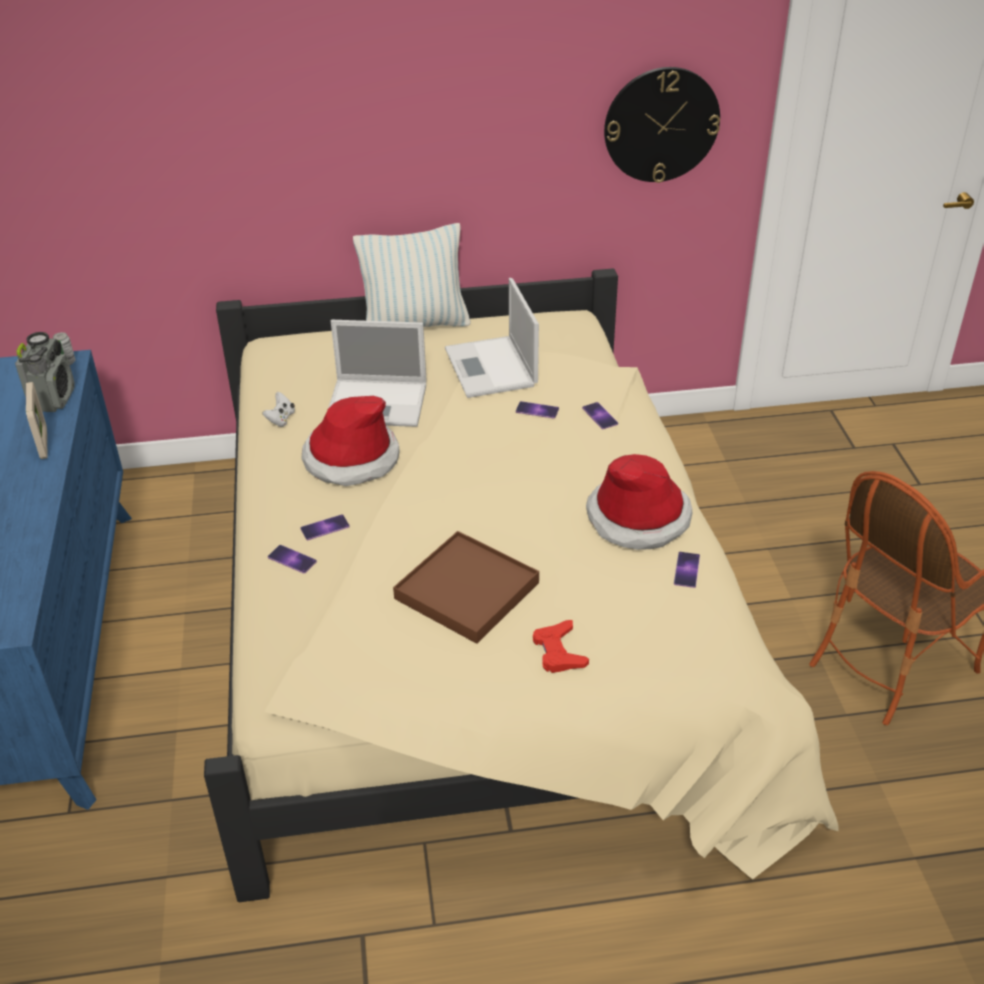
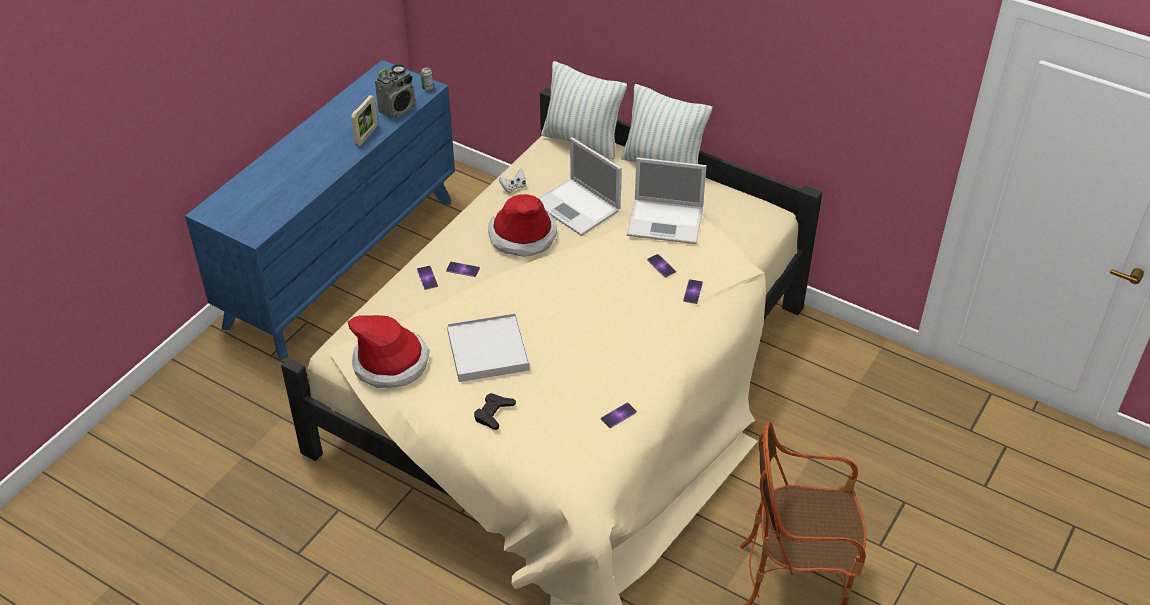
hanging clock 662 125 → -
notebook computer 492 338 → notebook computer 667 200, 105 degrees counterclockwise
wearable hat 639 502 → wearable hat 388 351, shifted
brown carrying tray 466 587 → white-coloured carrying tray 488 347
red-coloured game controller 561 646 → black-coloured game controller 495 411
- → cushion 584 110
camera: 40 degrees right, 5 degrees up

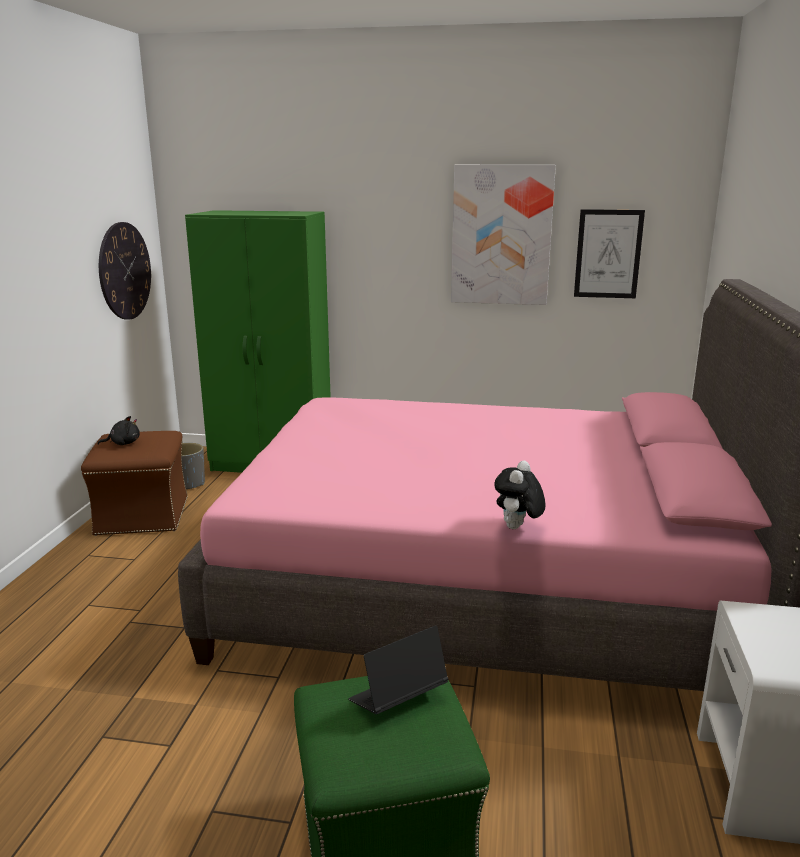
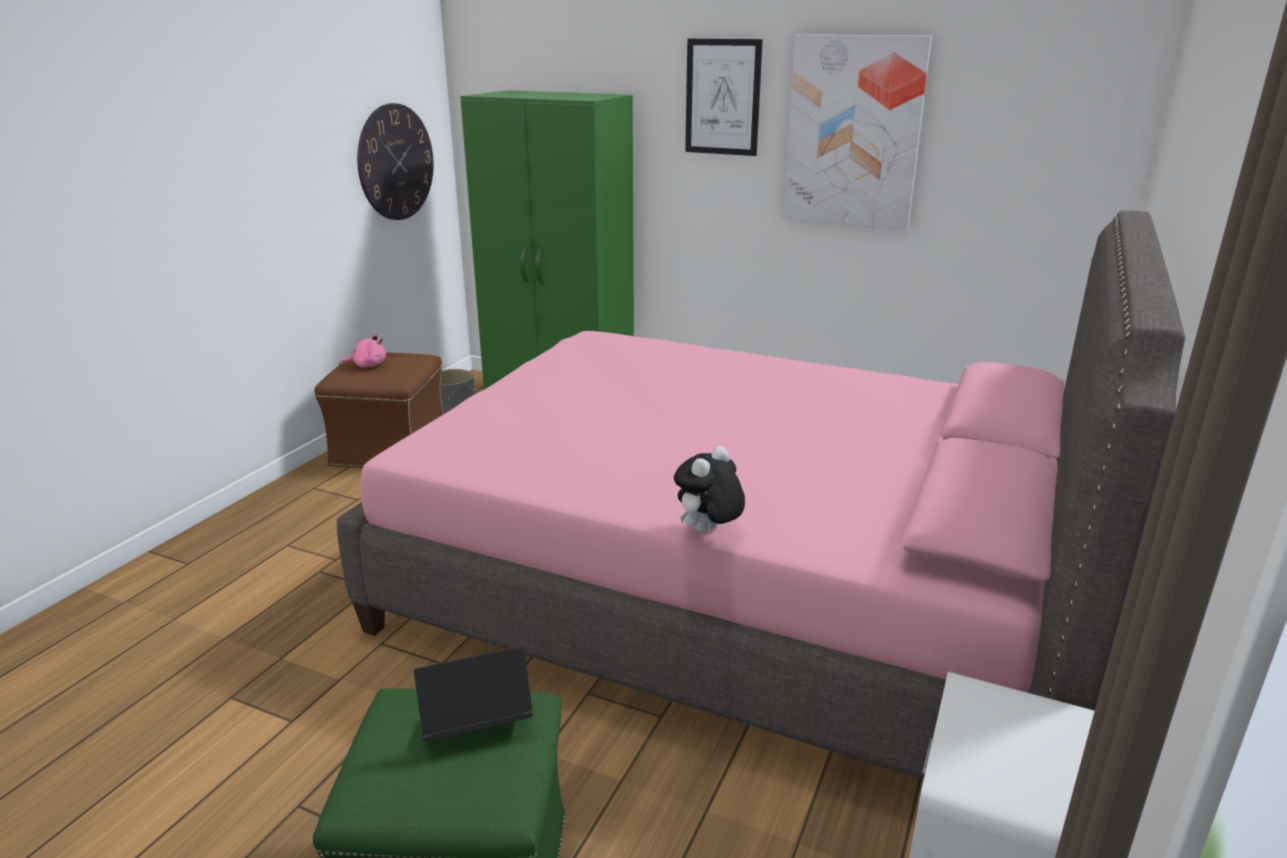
wall picture 609 253 → wall picture 724 97, shifted
black-coloured cuddly toy 119 430 → pink cuddly toy 362 350
camera: 15 degrees right, 5 degrees up

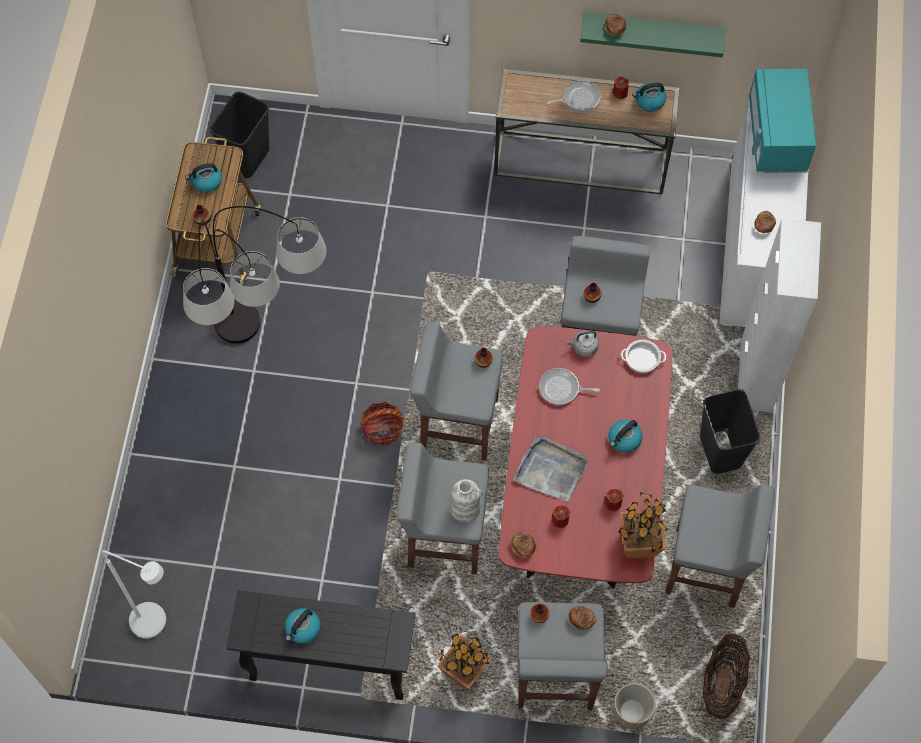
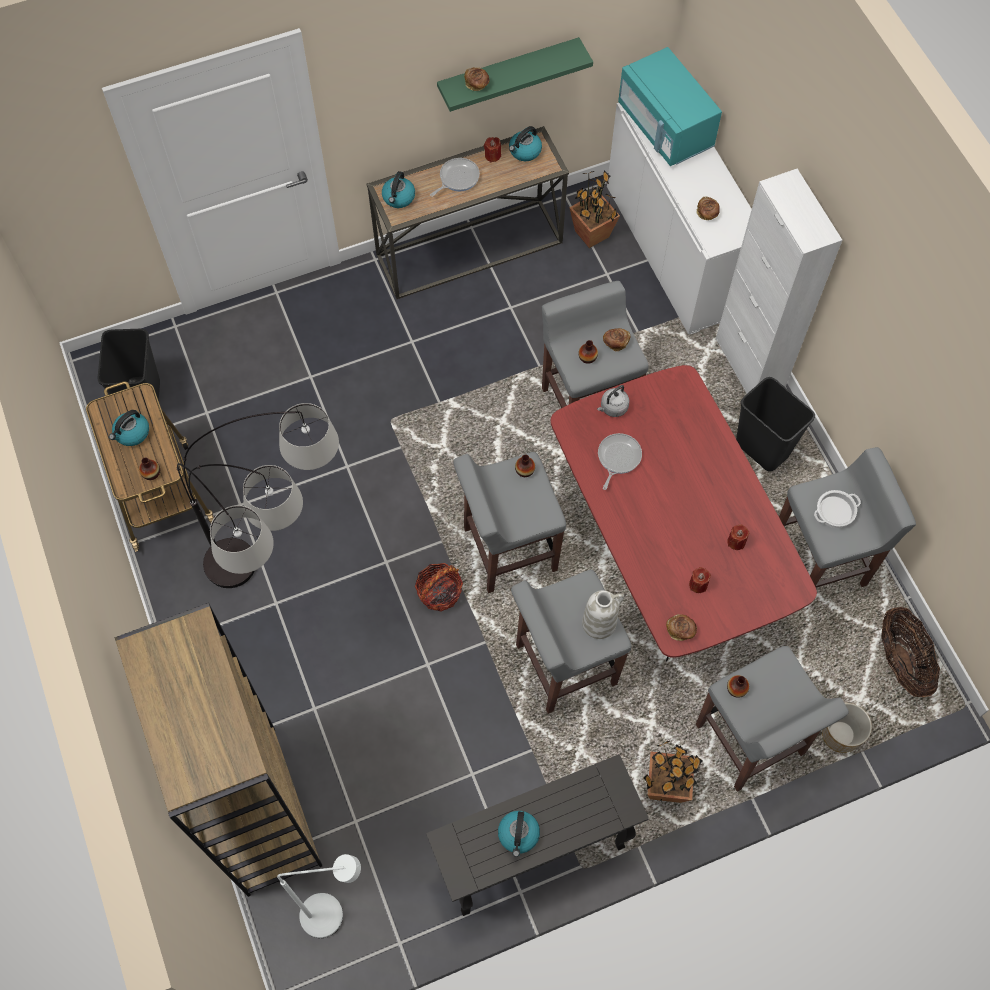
stockpot 643 356 → stockpot 837 509, shifted
skillet 569 386 → skillet 620 461, 135 degrees clockwise
tea kettle 625 436 → tea kettle 398 189, shifted
gray carrying tray 550 468 → -
plant in a pot 643 525 → plant in a pot 594 209, shifted
bakery bread 582 618 → bakery bread 616 339, shifted
- → brown bookshelf 218 750
camera: 30 degrees left, 0 degrees up

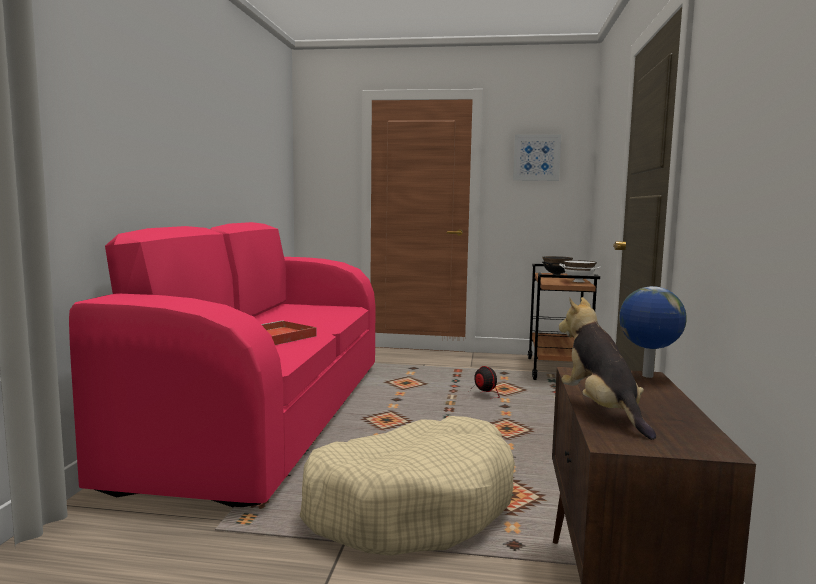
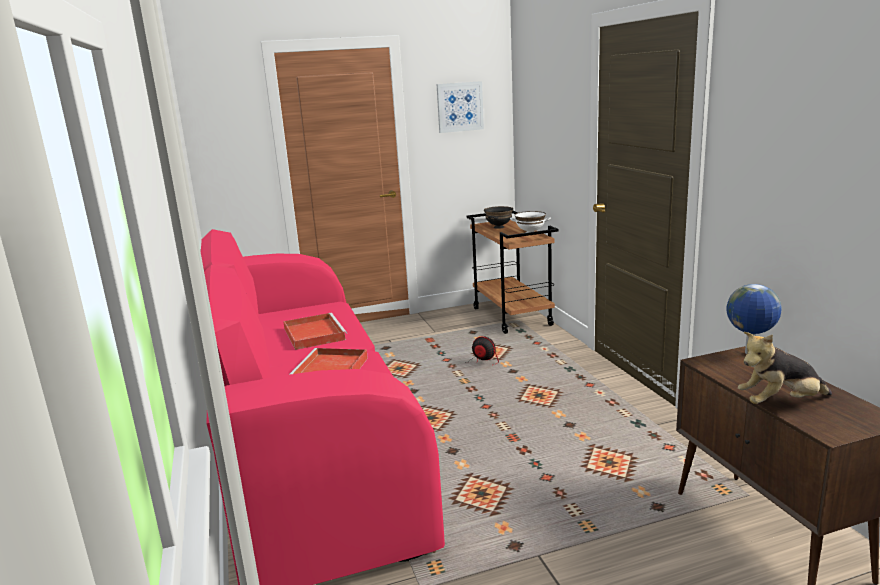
cuddly toy 607 368 → cuddly toy 785 368, 60 degrees counterclockwise
sand-coloured pet bed 407 486 → -
- → red-coloured carrying tray 315 331
camera: 25 degrees left, 10 degrees up

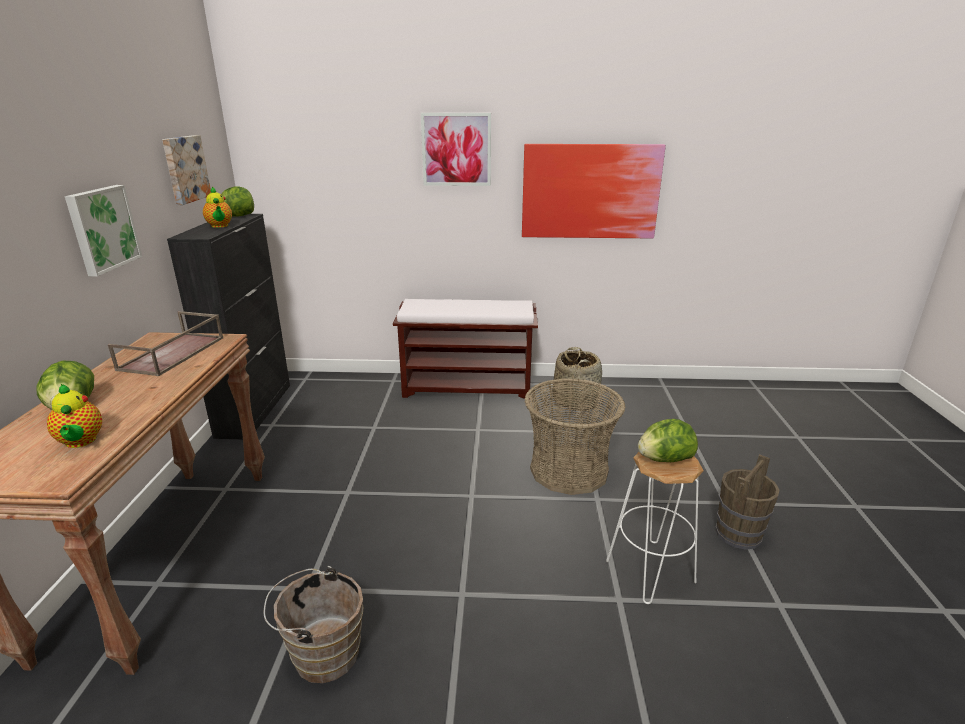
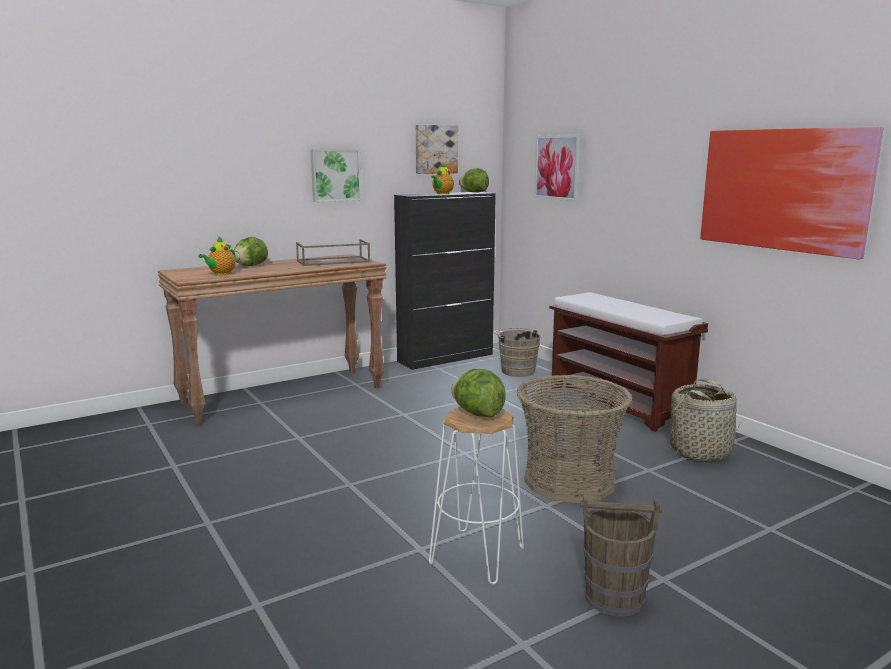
wall picture 456 149 → wall picture 557 168, shifted
brown bucket 313 624 → brown bucket 517 352, shifted
camera: 55 degrees right, 10 degrees down

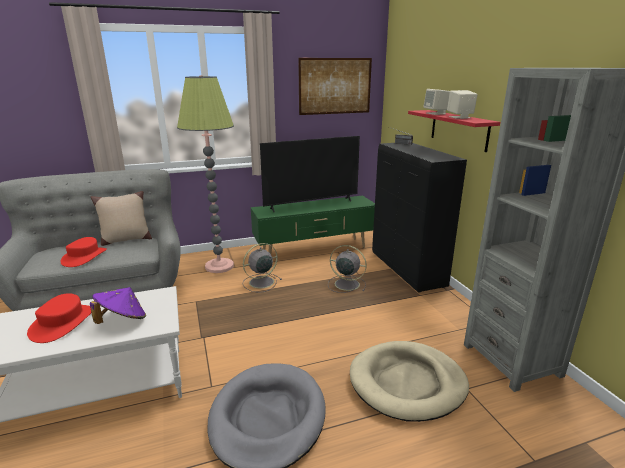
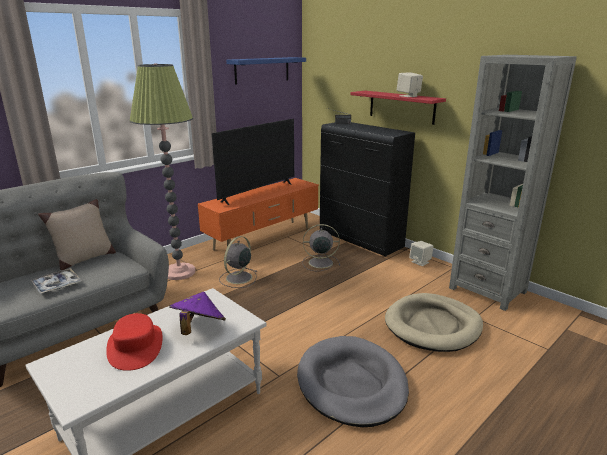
wall picture 335 86 → bluish wall shelf 266 71
sand-coloured speaker 437 102 → sand-coloured speaker 421 253, shifted
greenish media console 313 225 → orangey media console 258 214
red-coloured wearable hat 83 252 → carrying tray 56 281
camera: 25 degrees left, 0 degrees up

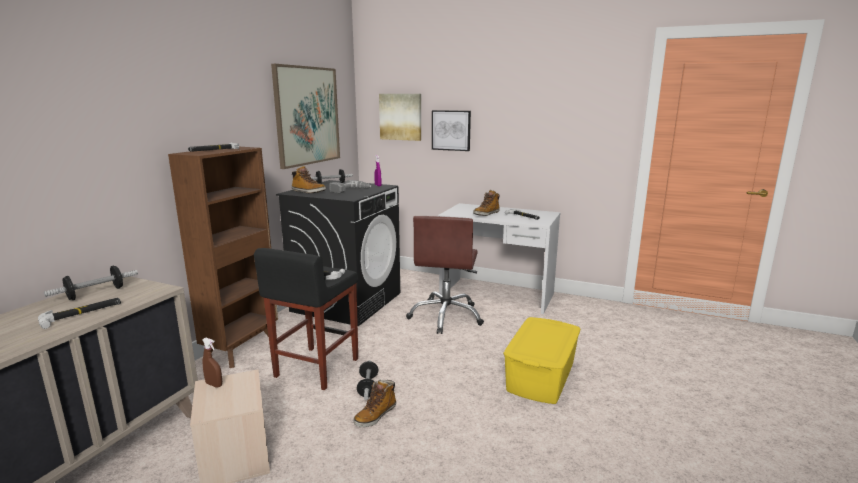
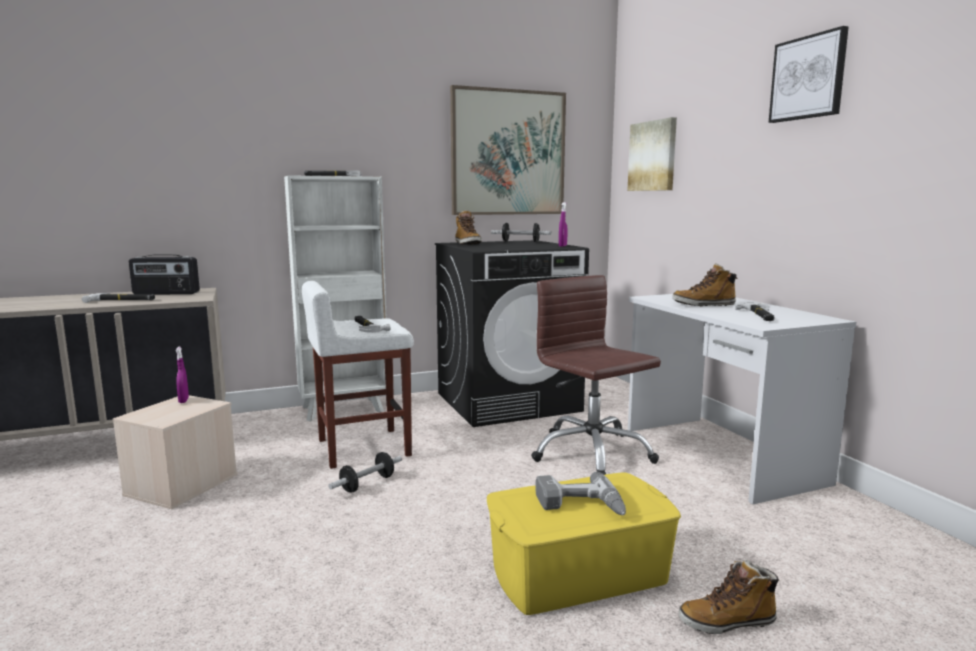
wall picture 451 130 → wall picture 809 74, shifted
brown bookshelf 223 257 → white-coloured bookshelf 335 298
power drill 350 186 → power drill 580 493, shifted
brown desk chair 445 275 → brown desk chair 596 375, 90 degrees clockwise
black-coloured stool 306 319 → white-coloured stool 358 375
free weight 91 283 → radio receiver 164 274
brown sprayer 212 362 → purplish sprayer 182 375
tall boot 374 403 → tall boot 729 597, shifted
camera: 45 degrees right, 5 degrees down

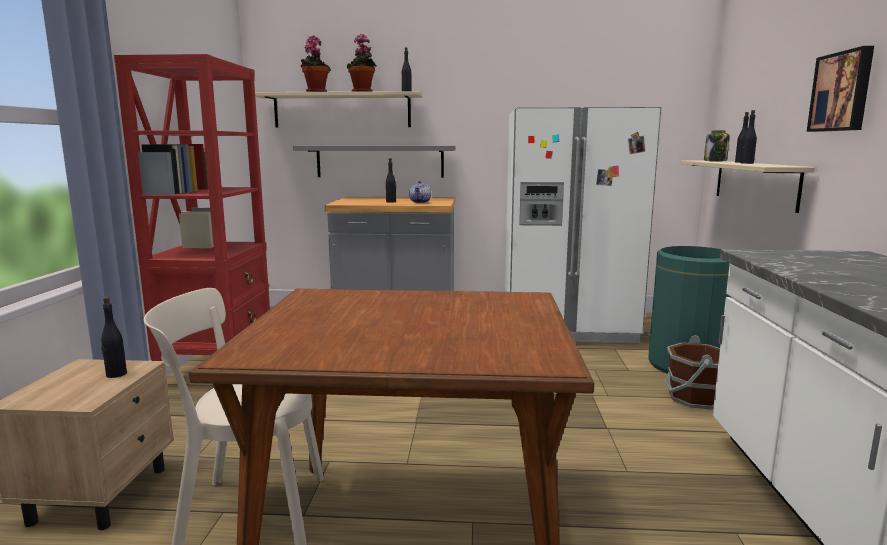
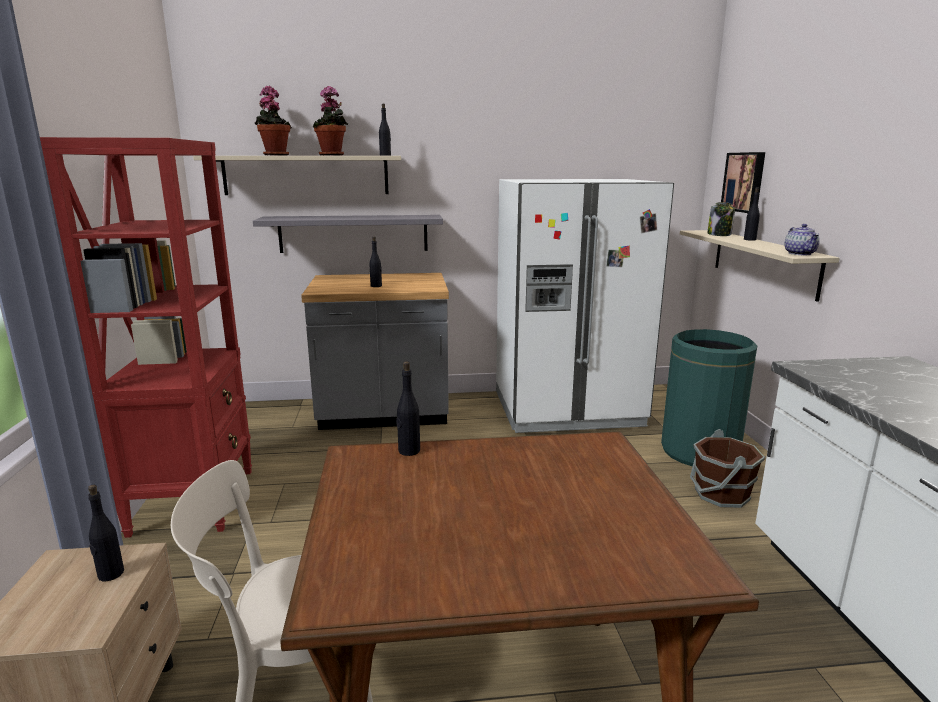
wall picture 840 89 → wall picture 743 182, shifted
black-coloured drink bottle 749 137 → black-coloured drink bottle 408 408, shifted
pot for tea 420 192 → pot for tea 802 239, shifted
camera: 10 degrees left, 5 degrees up

